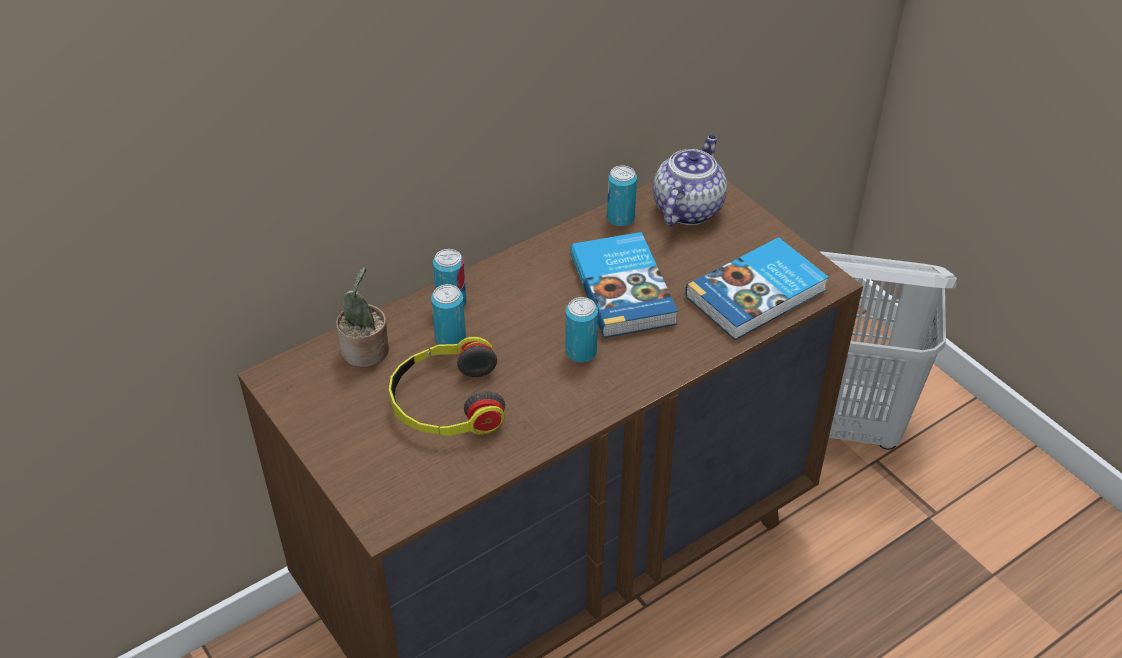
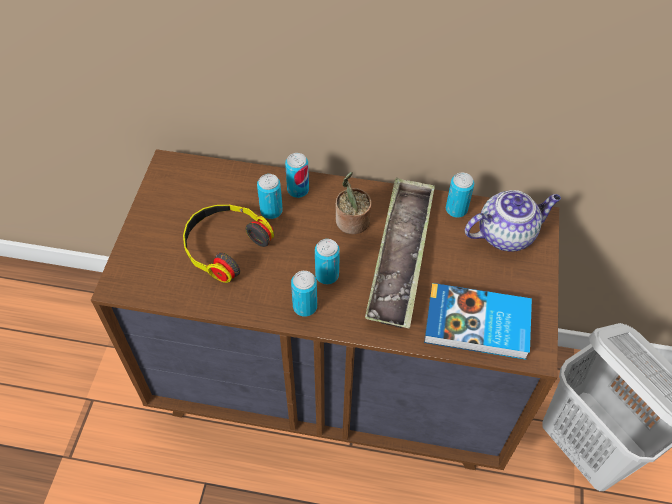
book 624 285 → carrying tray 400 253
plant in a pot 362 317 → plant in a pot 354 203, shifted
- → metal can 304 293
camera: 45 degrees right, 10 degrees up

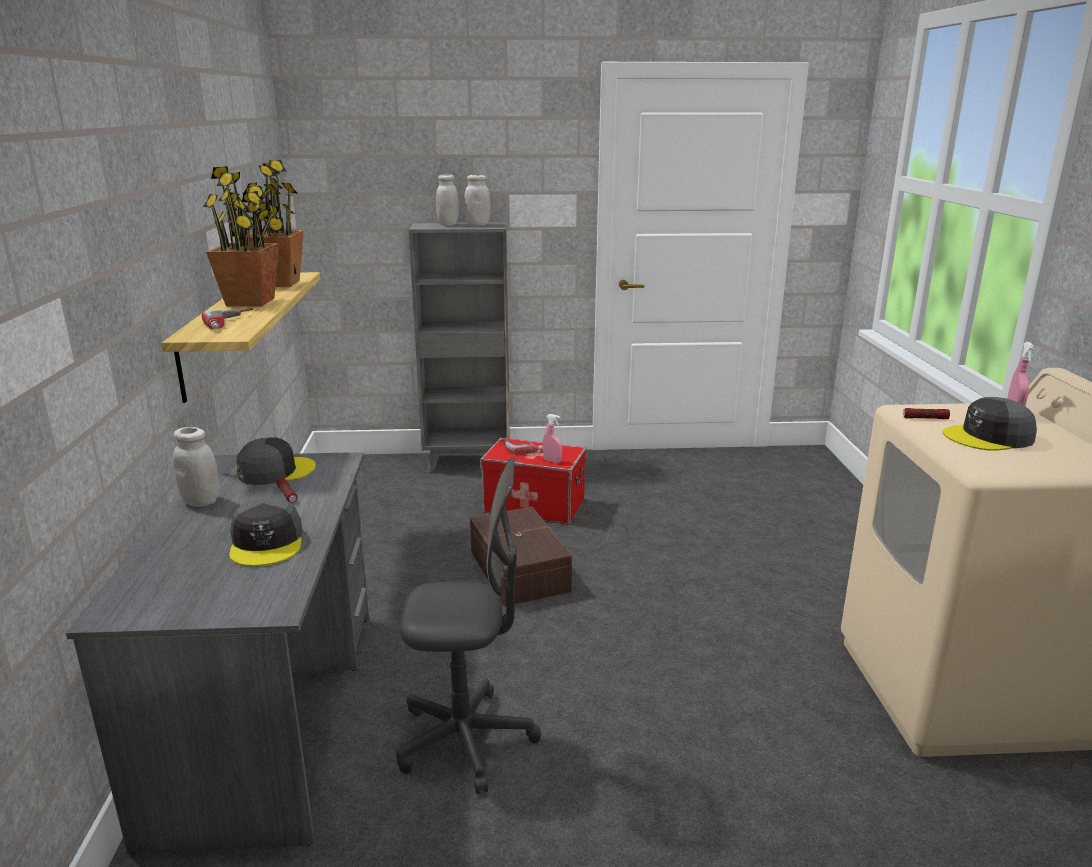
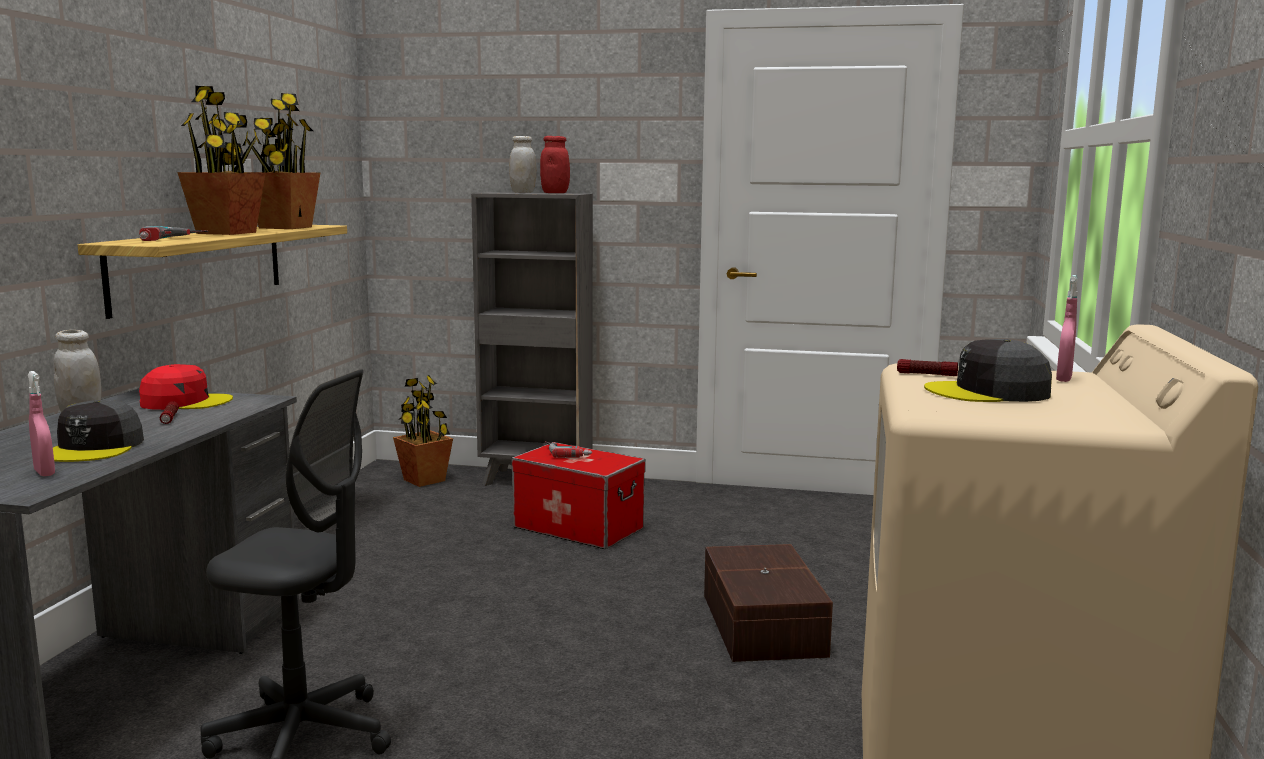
white-coloured storage jar 477 200 → red-coloured storage jar 555 164
pink sprayer 552 438 → pink sprayer 41 423, shifted
gray cap 276 461 → red-coloured cap 186 387
brown storage box 521 557 → brown storage box 768 603, shifted
- → plant in a pot 423 431
camera: 15 degrees right, 10 degrees down

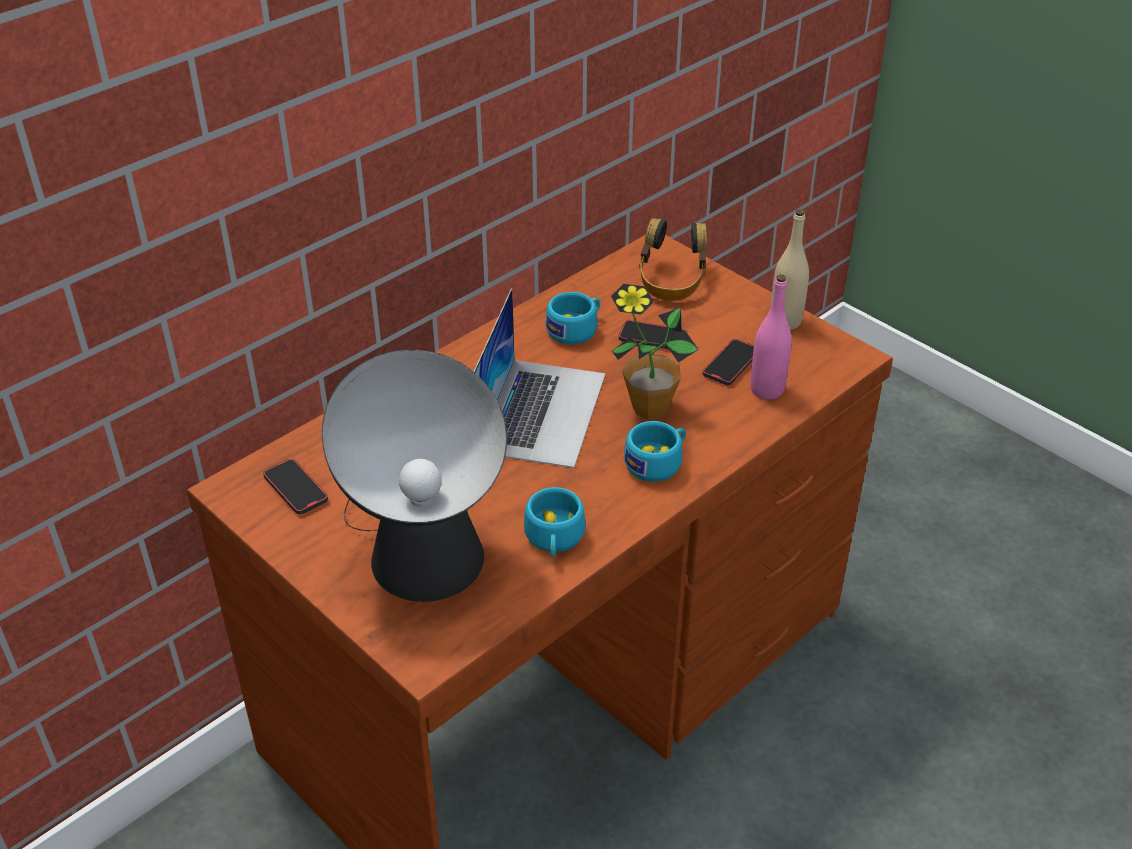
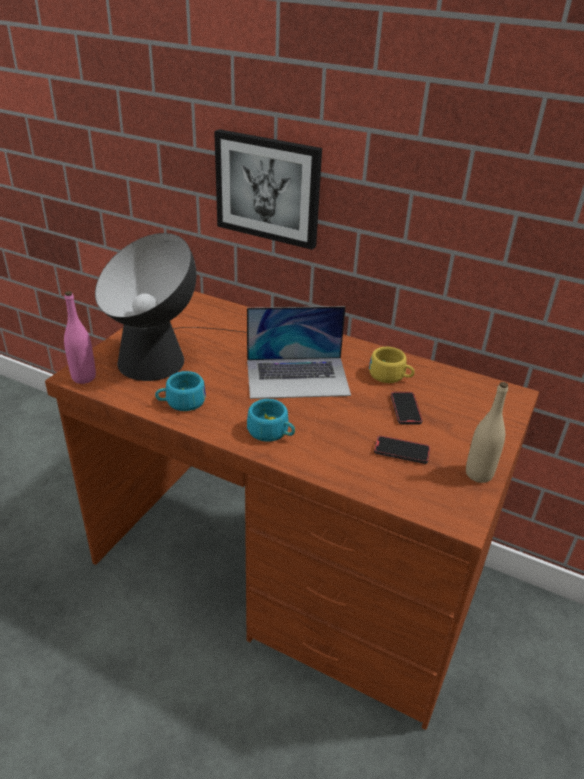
headphones 673 259 → -
pink drink bottle 771 337 → pink drink bottle 80 337, shifted
plant in a pot 655 351 → -
turquoise-coloured small cup 573 318 → yellow-coloured small cup 392 365
telephone 295 486 → -
- → wall picture 268 189
camera: 70 degrees right, 5 degrees down

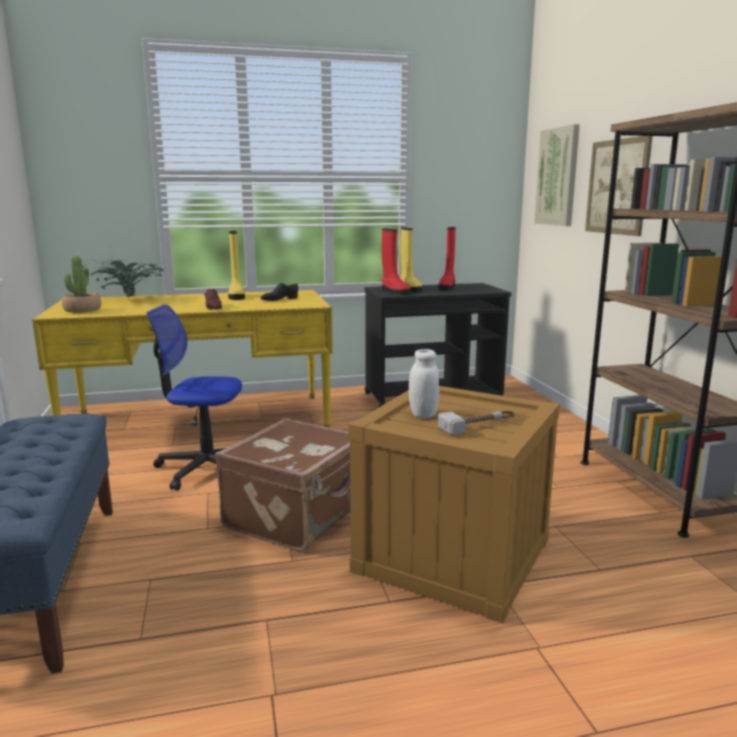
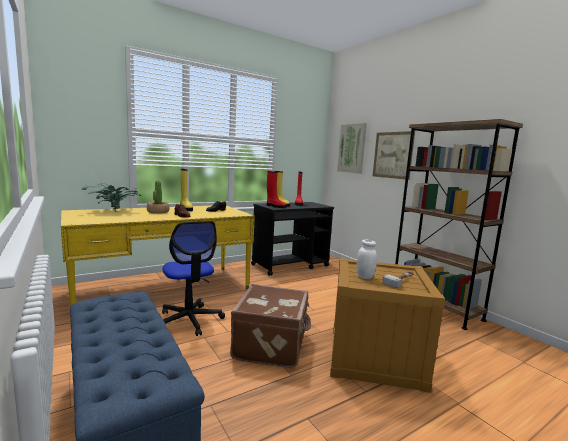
plant in a pot 81 284 → plant in a pot 158 197, shifted
desk chair 194 397 → desk chair 193 278, 105 degrees counterclockwise
camera: 20 degrees left, 5 degrees down

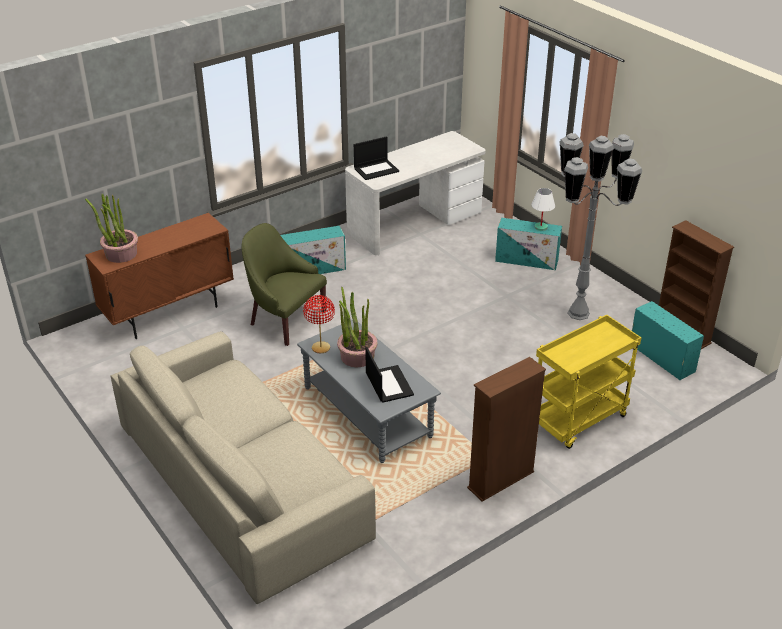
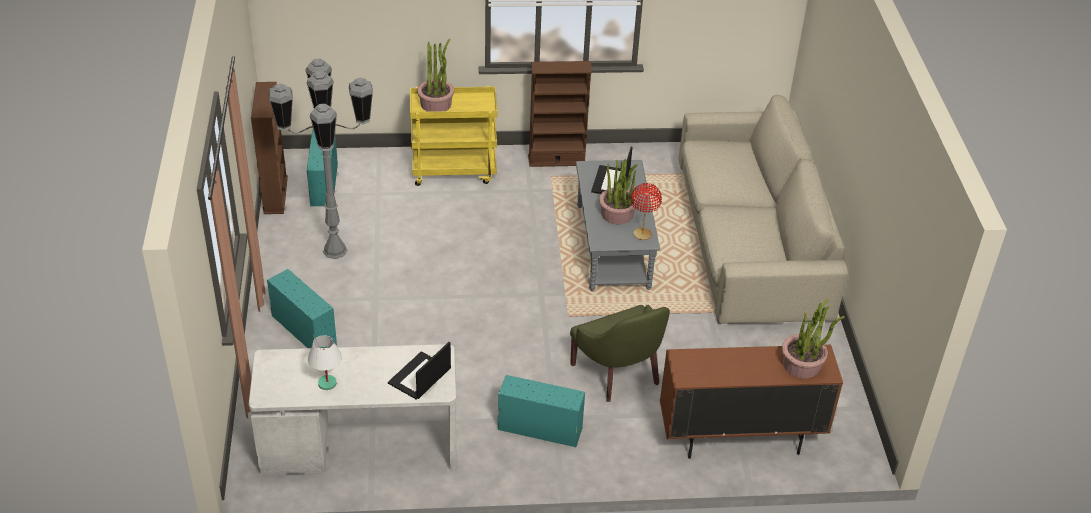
notebook computer 376 158 → notebook computer 419 371, 60 degrees counterclockwise
white-coloured tabletop lamp 543 209 → white-coloured tabletop lamp 325 362, shifted
- → plant in a pot 435 75
camera: 150 degrees left, 5 degrees up

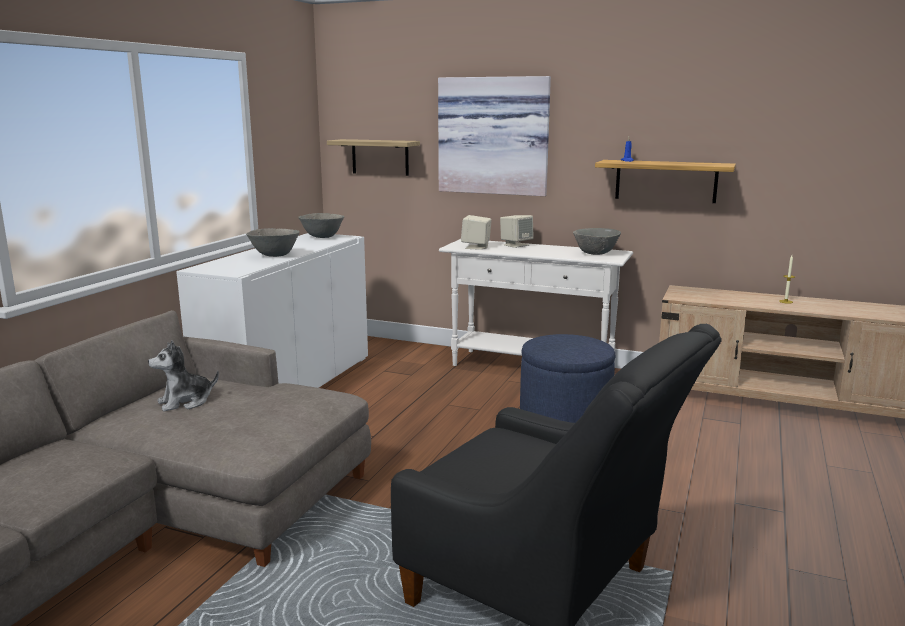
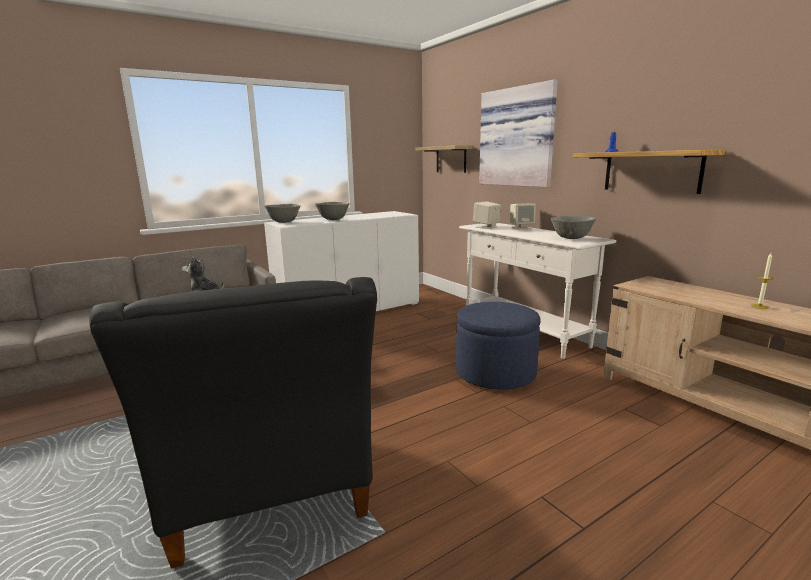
gray deep dish 321 225 → gray deep dish 282 213, shifted
camera: 35 degrees right, 0 degrees up

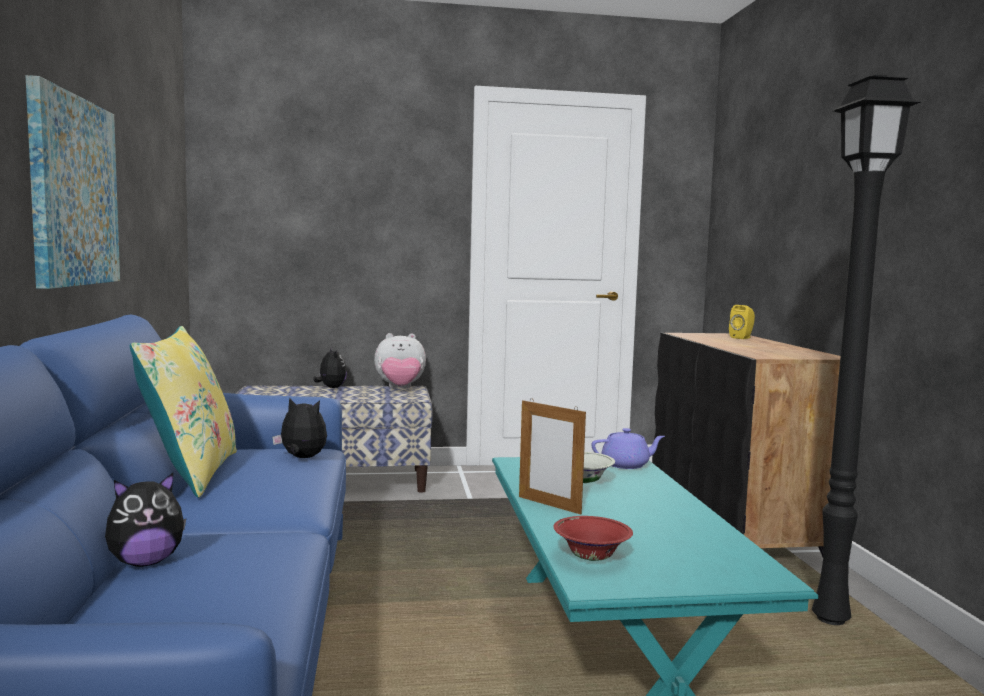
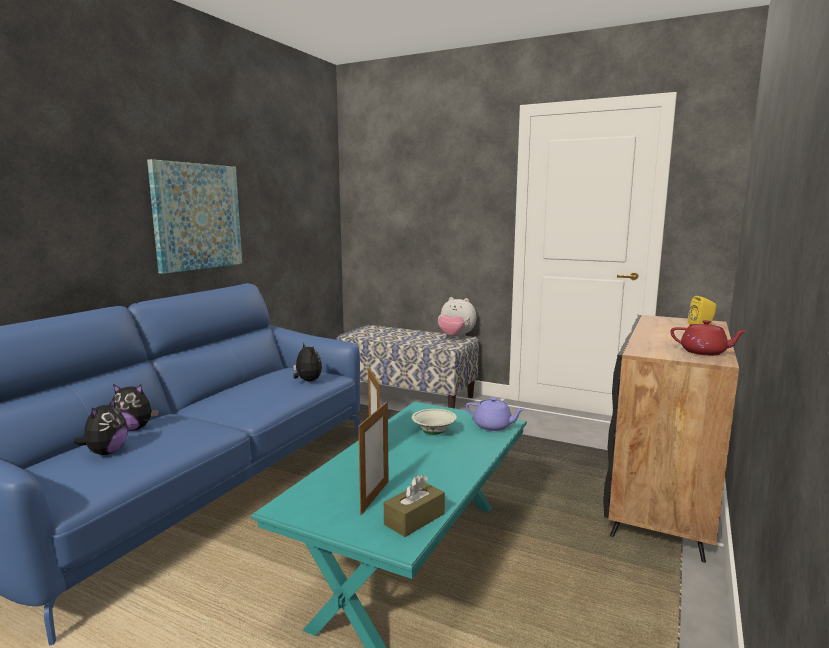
black-coloured floor lamp 866 350 → -
yellow-coloured cushion 183 412 → -
cuddly toy 330 367 → cuddly toy 101 426, shifted
red-coloured deep dish 593 538 → -
- → red-coloured pot for tea 708 338
- → standing frame 373 458
- → brown tissue holder 414 506
camera: 35 degrees right, 5 degrees up

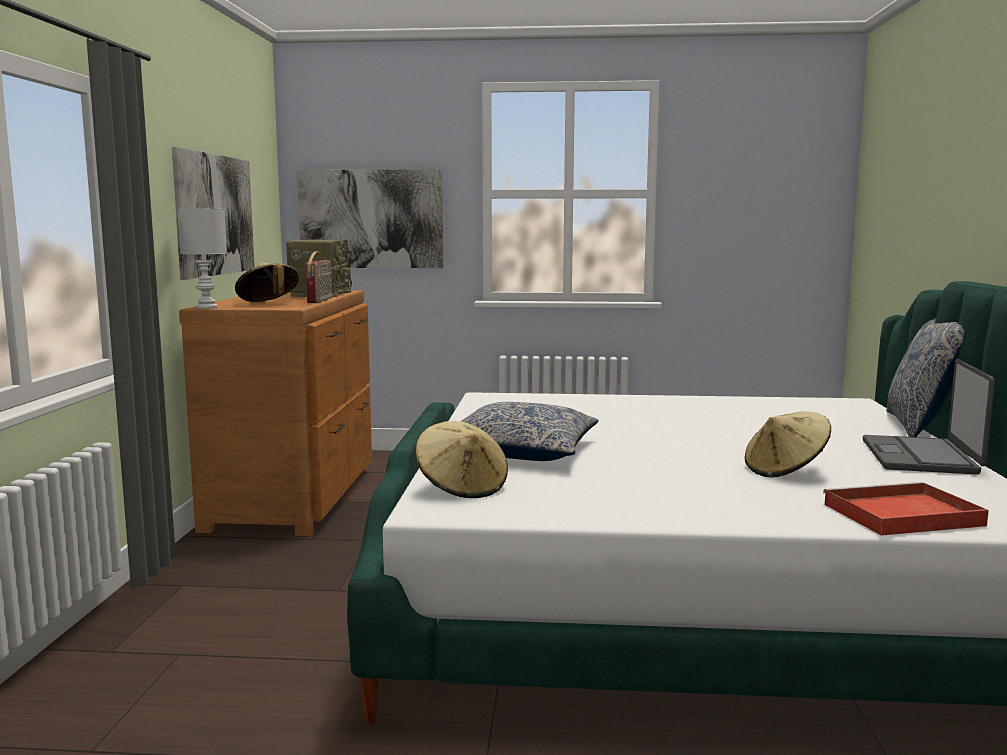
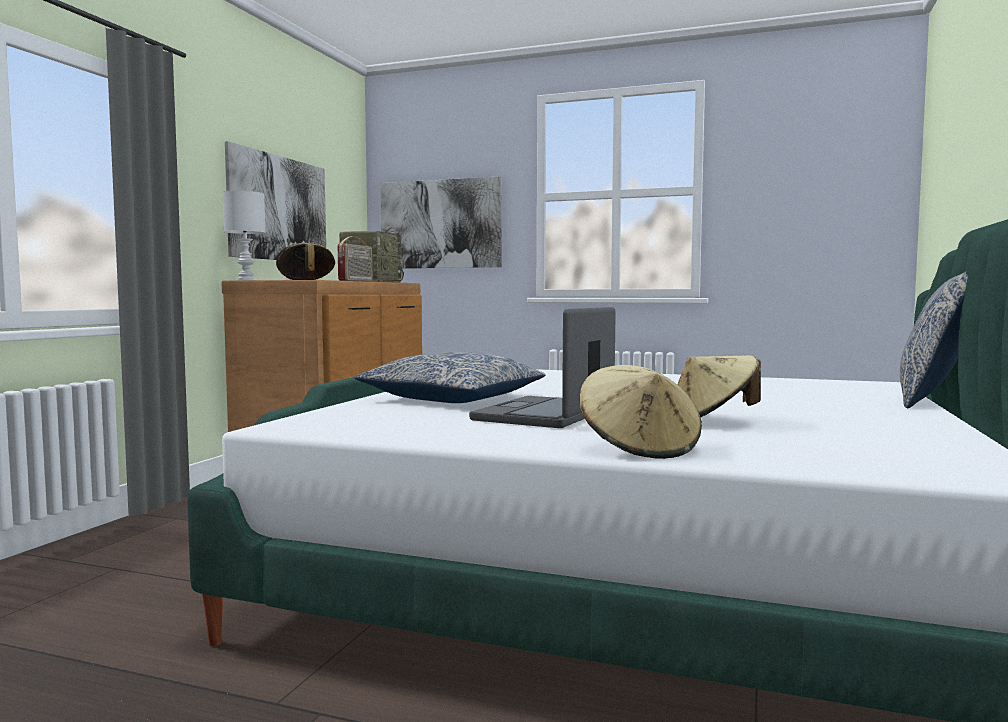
notebook computer 929 417 → notebook computer 542 367, shifted
sand-coloured wearable hat 462 459 → sand-coloured wearable hat 641 412, shifted
red-coloured carrying tray 906 509 → -
camera: 15 degrees right, 5 degrees down

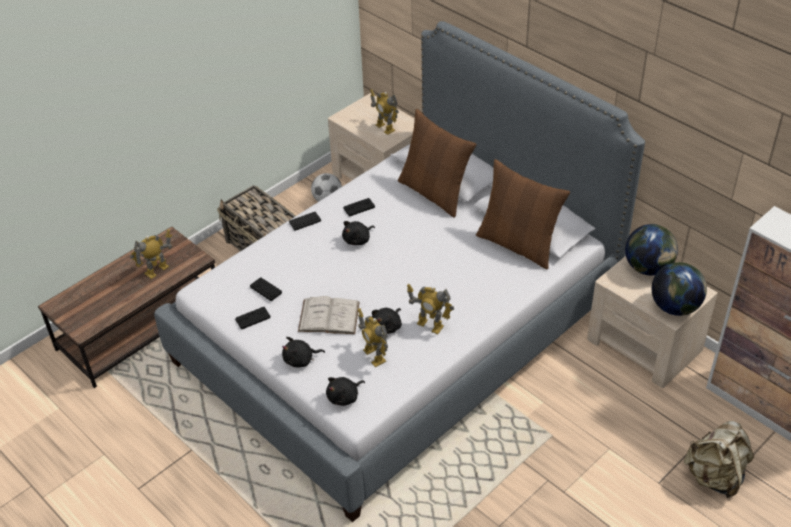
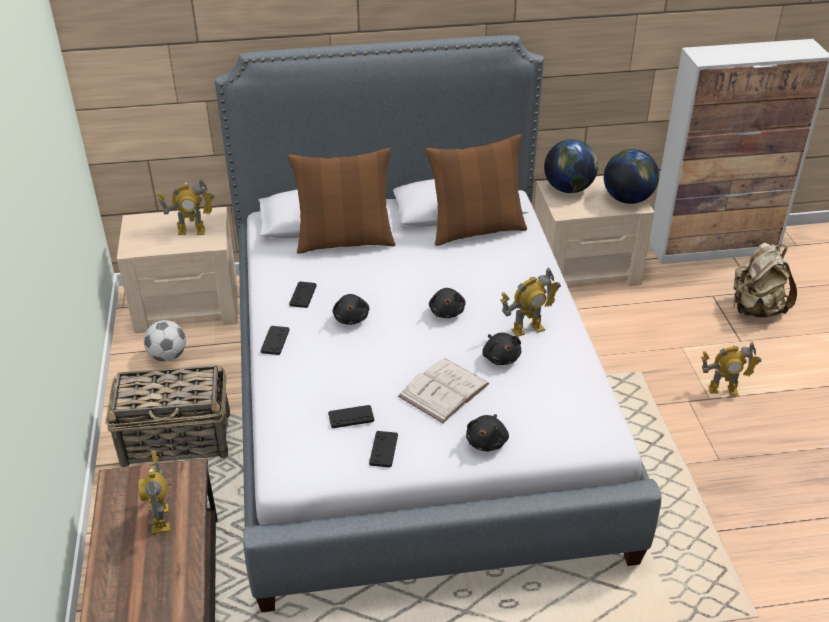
toy robot 373 337 → toy robot 731 368, shifted
black-coloured cuddly toy 345 391 → black-coloured cuddly toy 447 303, shifted
camera: 55 degrees left, 5 degrees down

